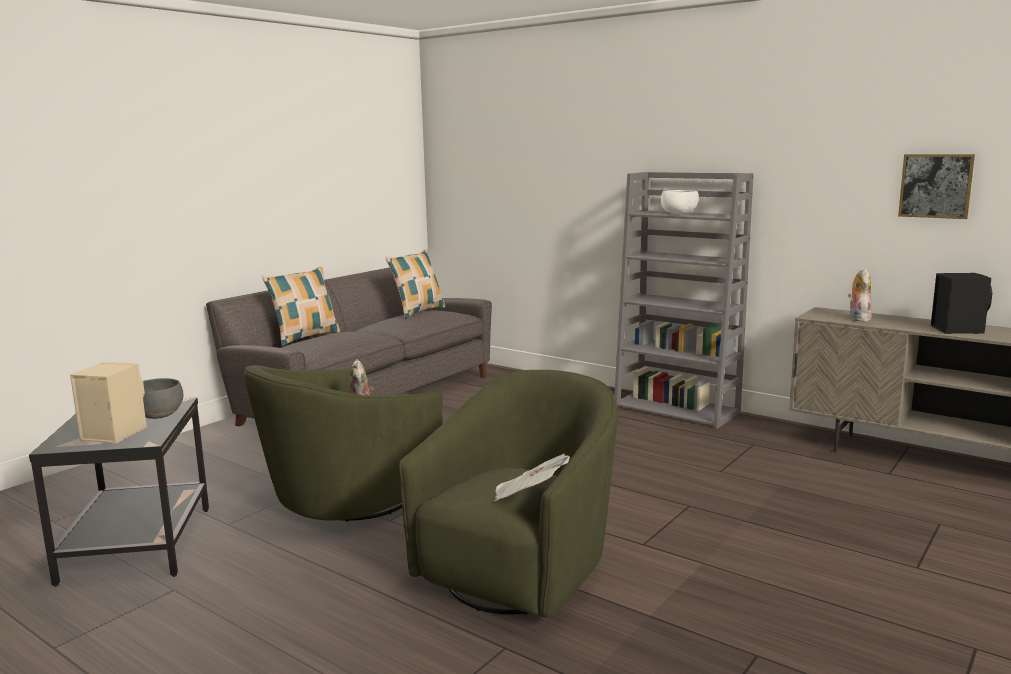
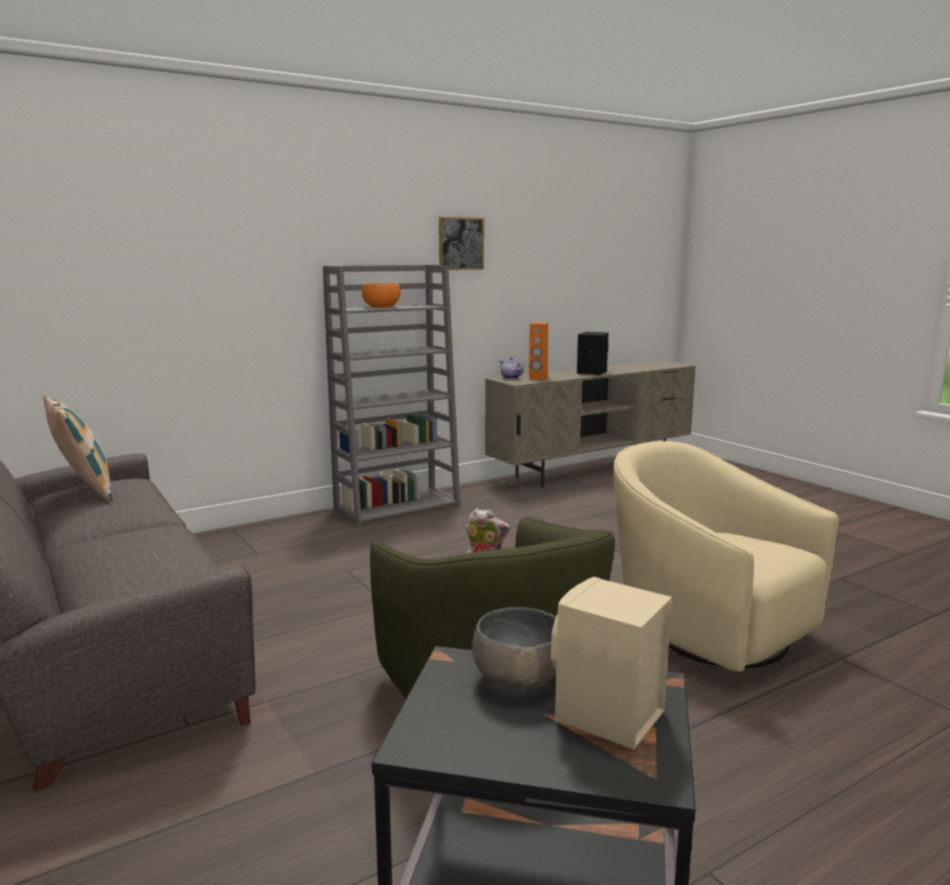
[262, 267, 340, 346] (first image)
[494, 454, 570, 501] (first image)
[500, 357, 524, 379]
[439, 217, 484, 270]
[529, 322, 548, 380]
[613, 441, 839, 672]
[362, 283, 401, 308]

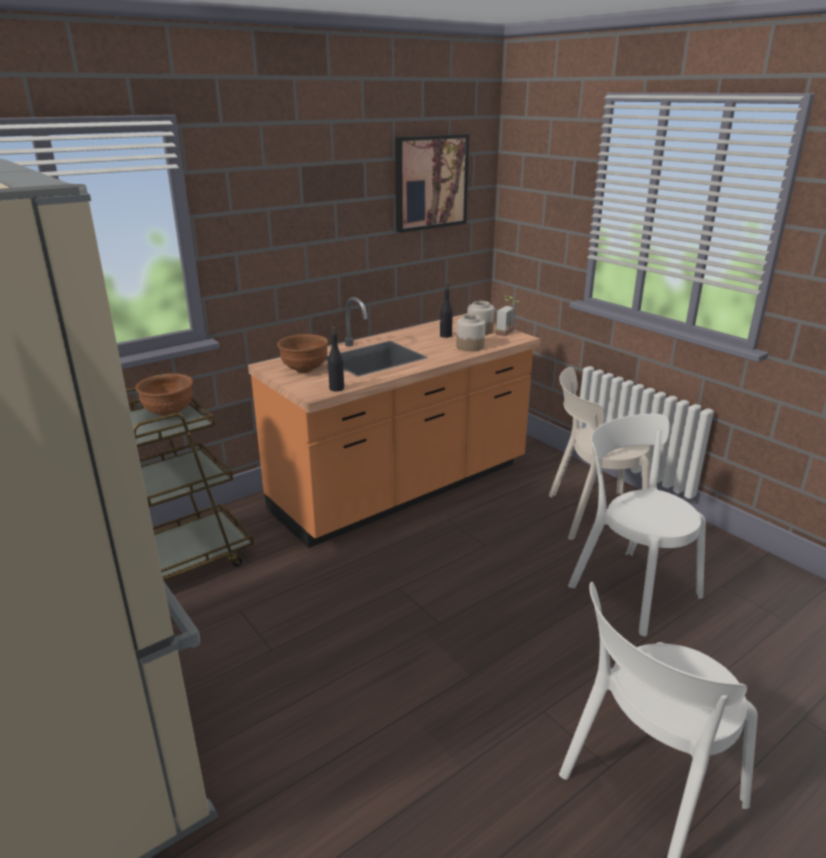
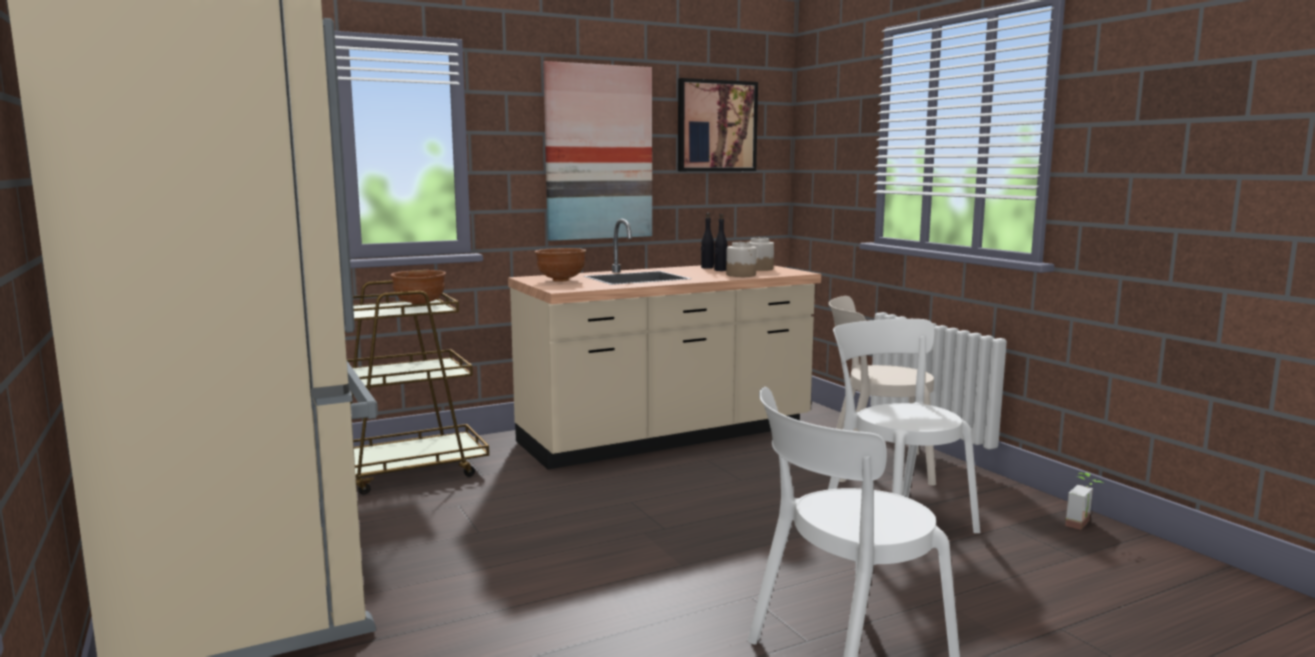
[543, 61, 652, 241]
[701, 213, 714, 269]
[1065, 473, 1103, 530]
[508, 219, 821, 469]

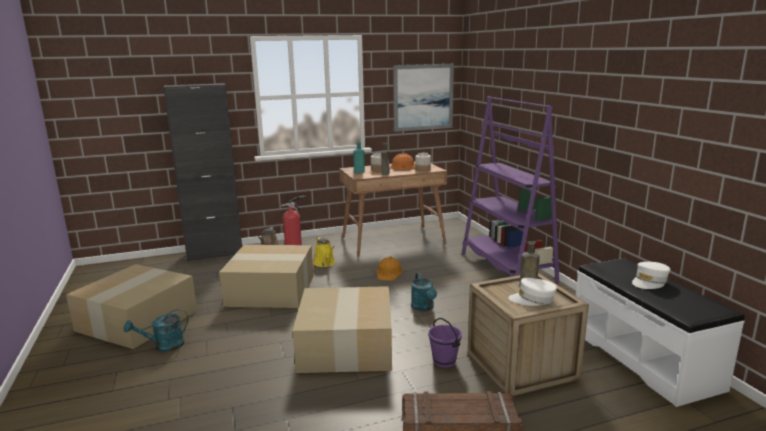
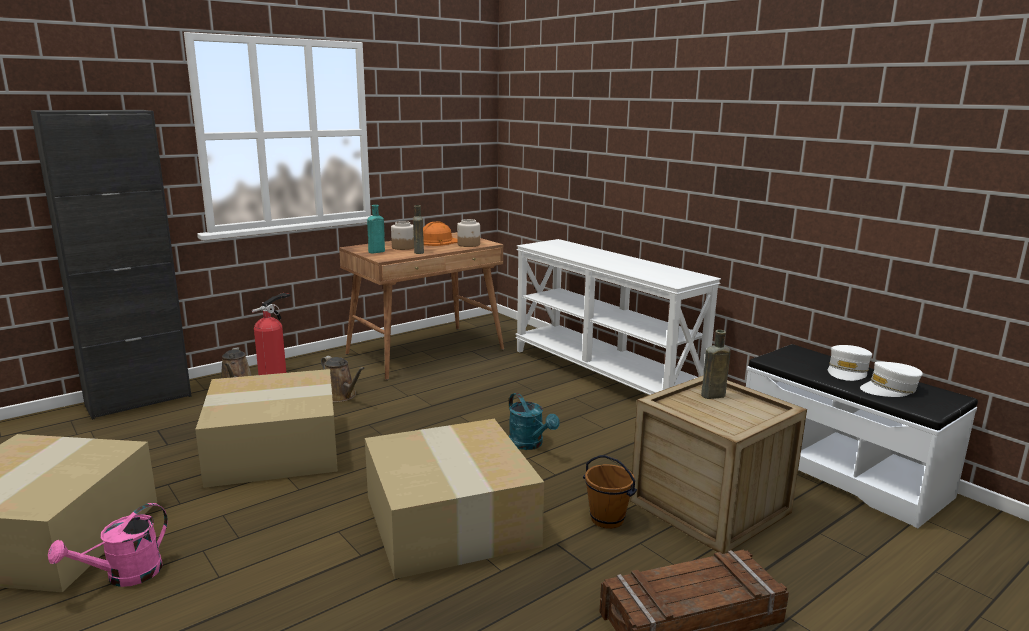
[376, 256, 403, 281] (first image)
[393, 64, 454, 132] (first image)
[860, 361, 923, 397]
[515, 239, 721, 395]
[48, 503, 168, 587]
[321, 356, 365, 402]
[583, 455, 637, 529]

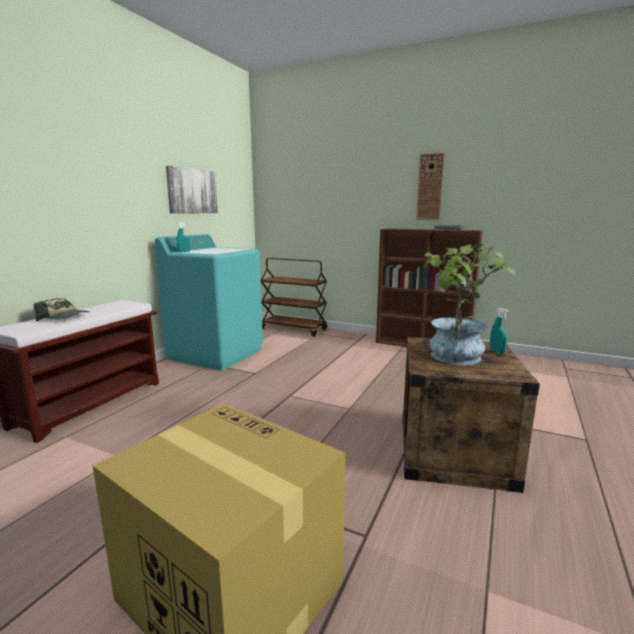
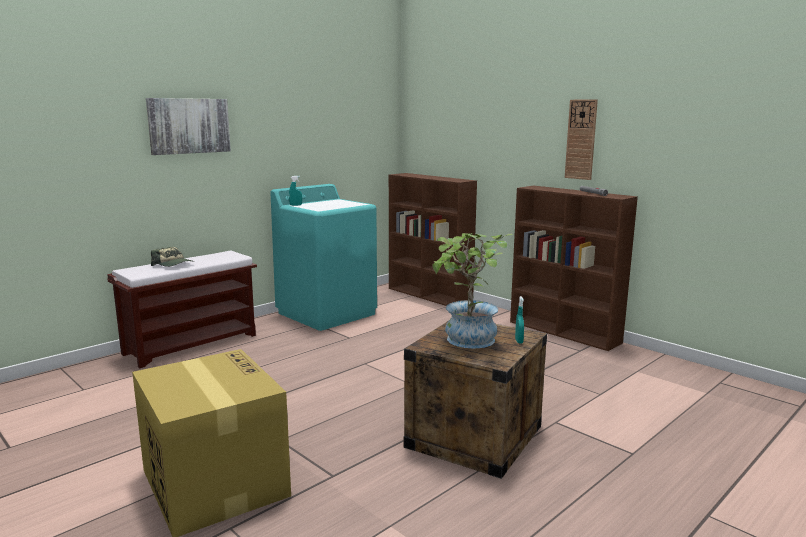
[146, 98, 231, 155]
[389, 173, 477, 306]

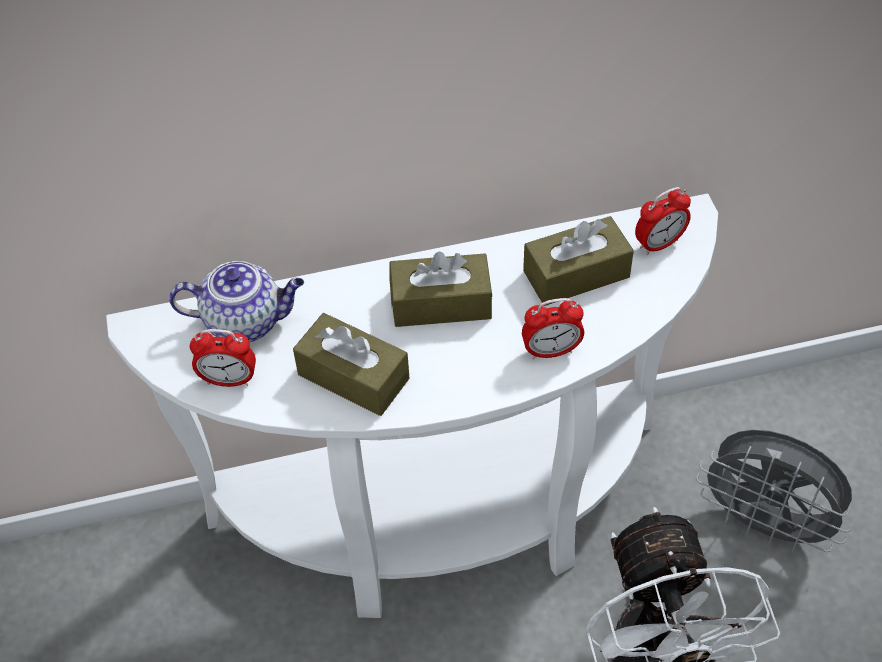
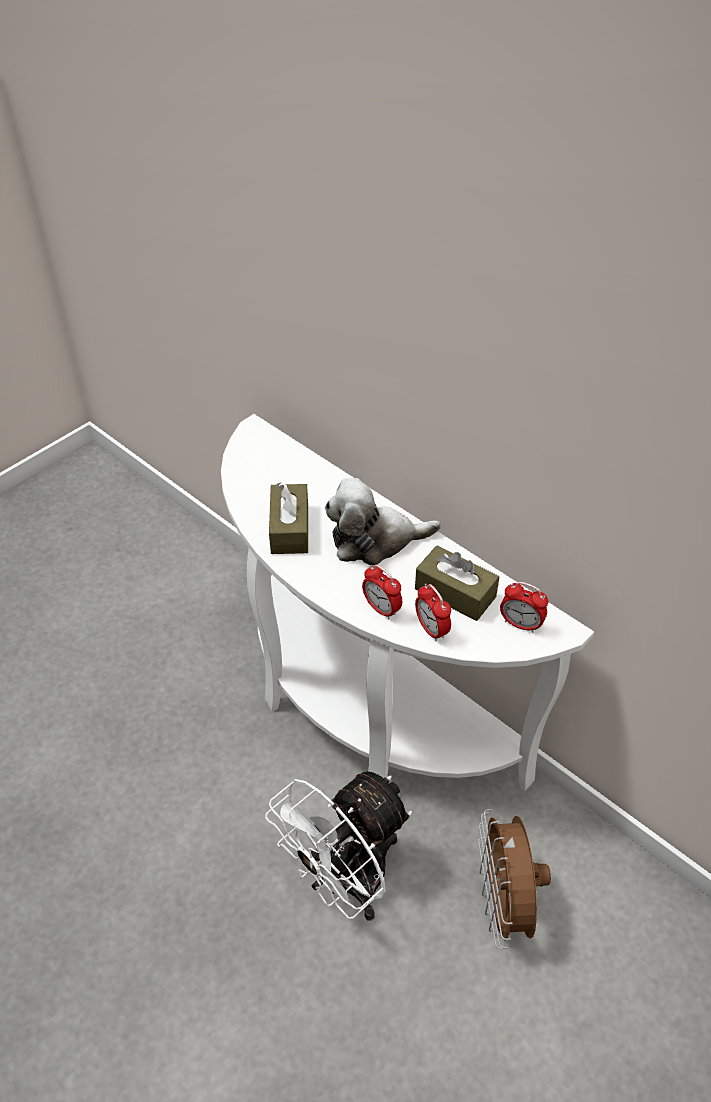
[169, 261, 304, 342] (first image)
[415, 584, 451, 641]
[325, 478, 441, 566]
[478, 809, 551, 949]

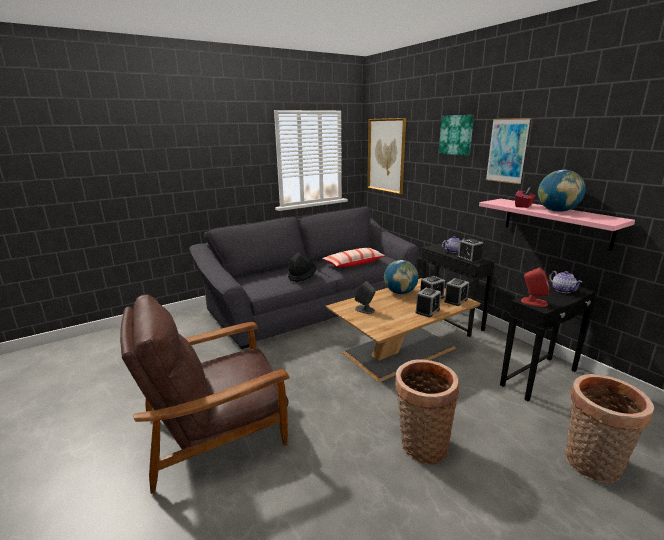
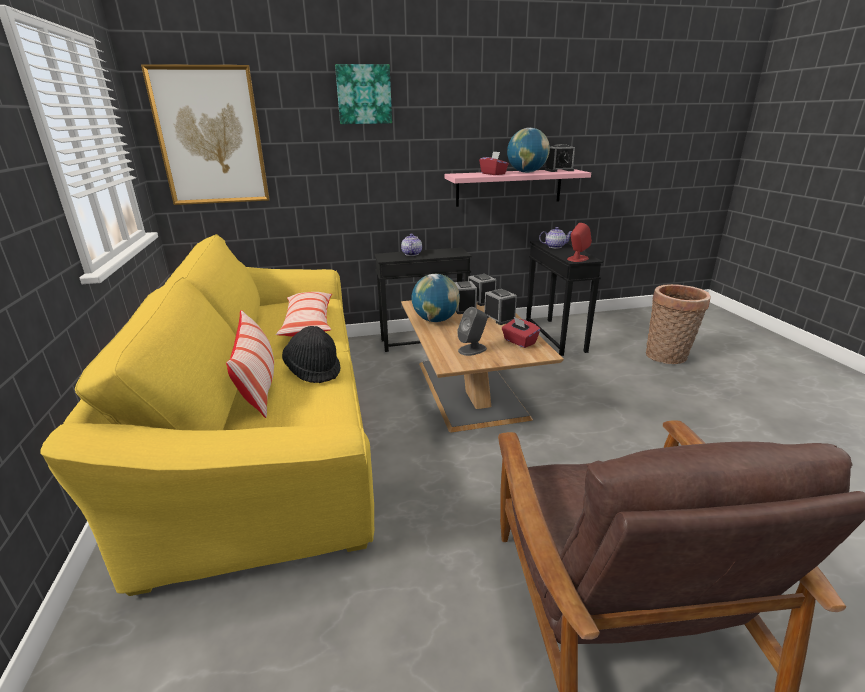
[395, 359, 459, 464] (first image)
[486, 118, 531, 184] (first image)
[226, 310, 274, 418]
[502, 317, 540, 348]
[545, 144, 575, 172]
[41, 234, 374, 596]

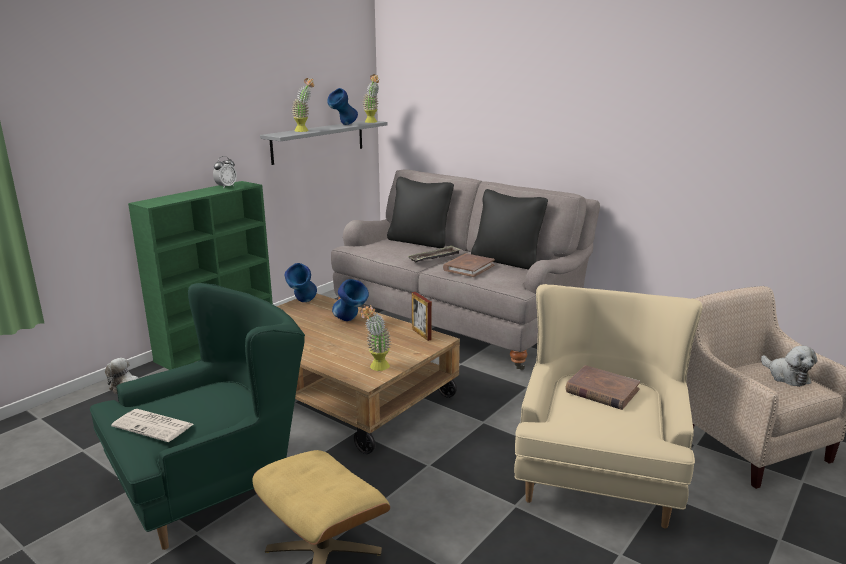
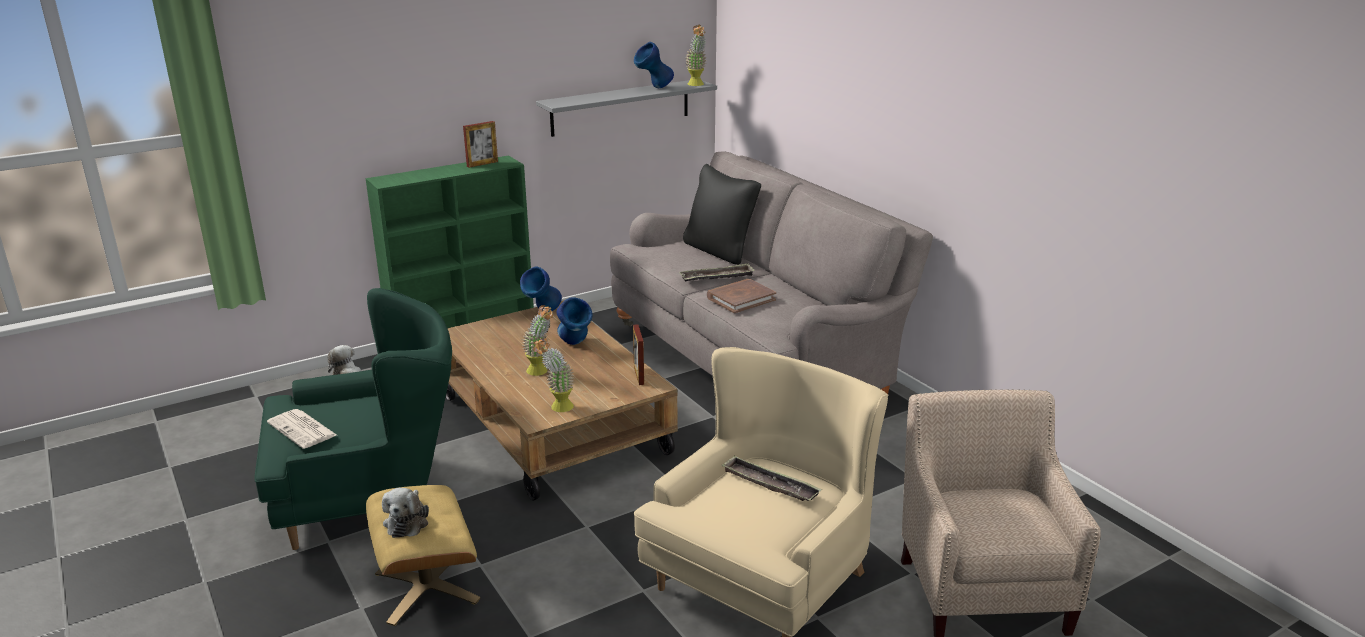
[471, 189, 548, 270] (first image)
[522, 305, 553, 376]
[382, 488, 429, 538]
[463, 121, 498, 168]
[721, 455, 822, 501]

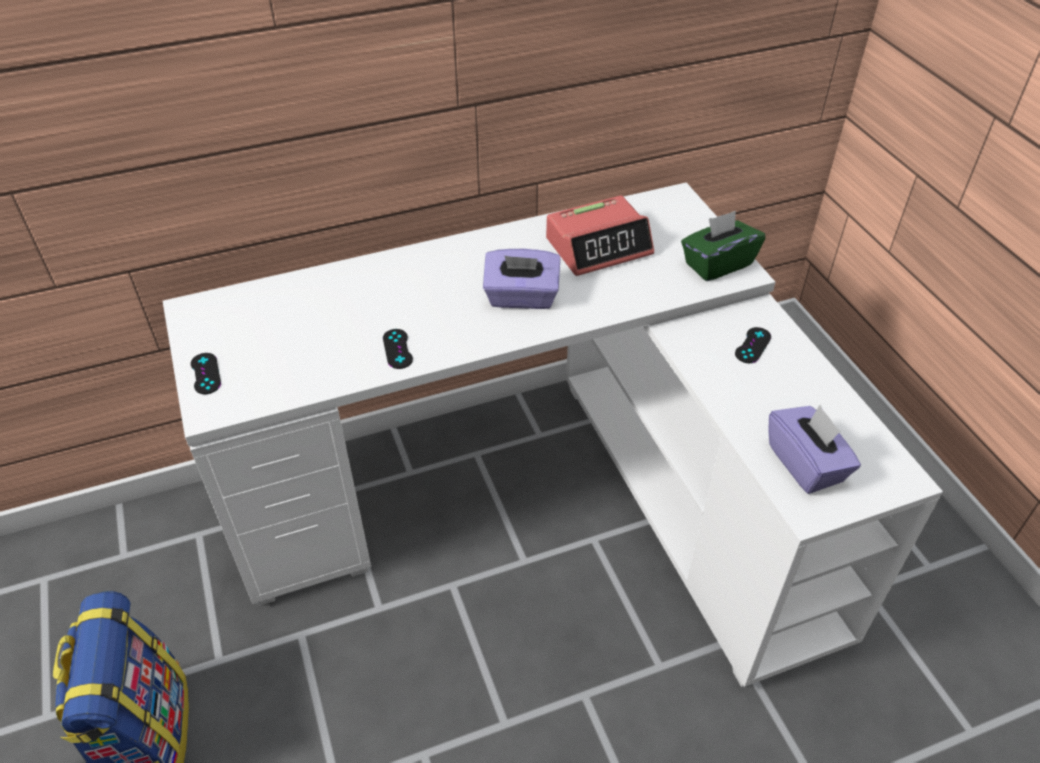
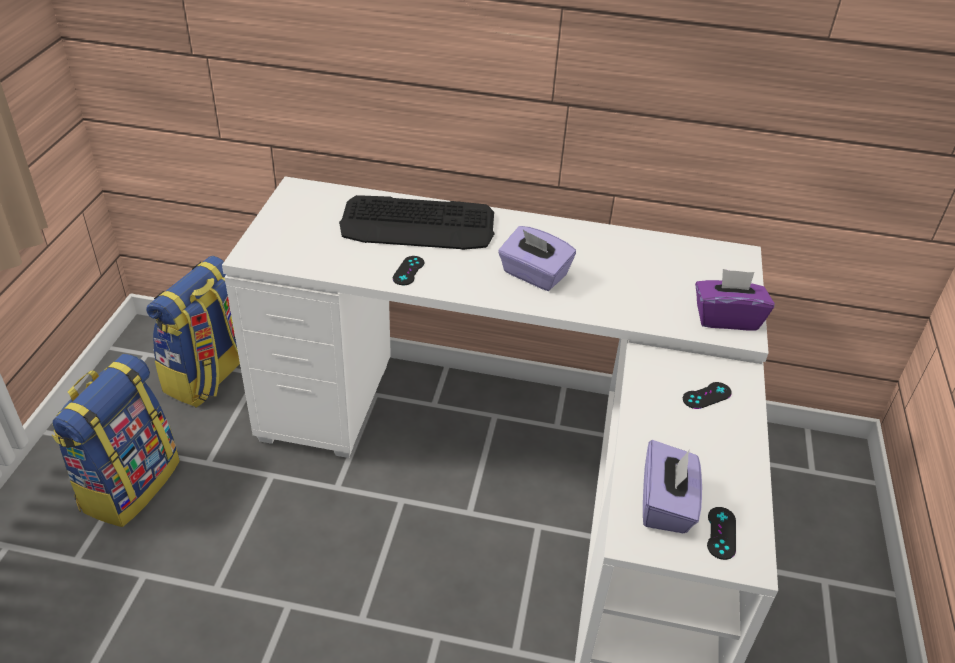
[546, 195, 654, 276] (first image)
[146, 256, 240, 407]
[339, 195, 494, 250]
[707, 507, 736, 560]
[695, 269, 775, 331]

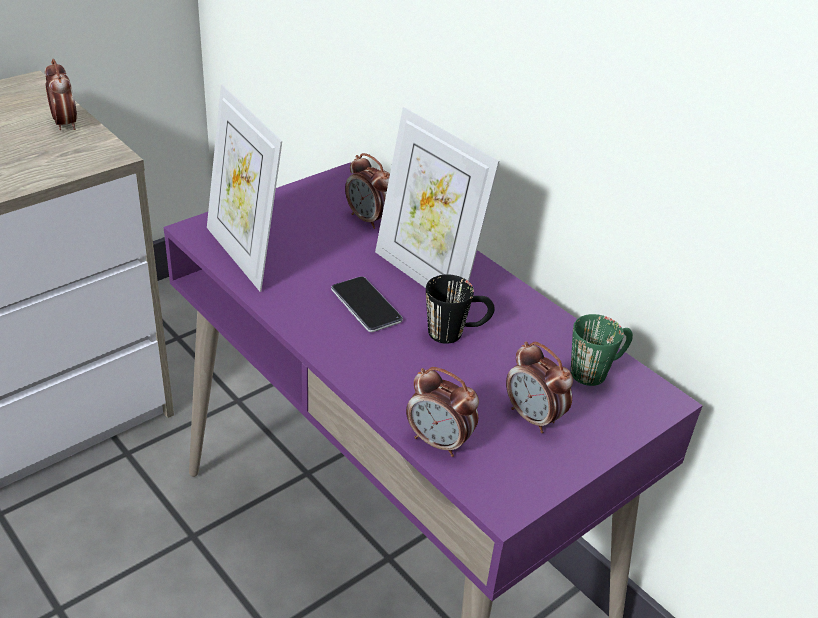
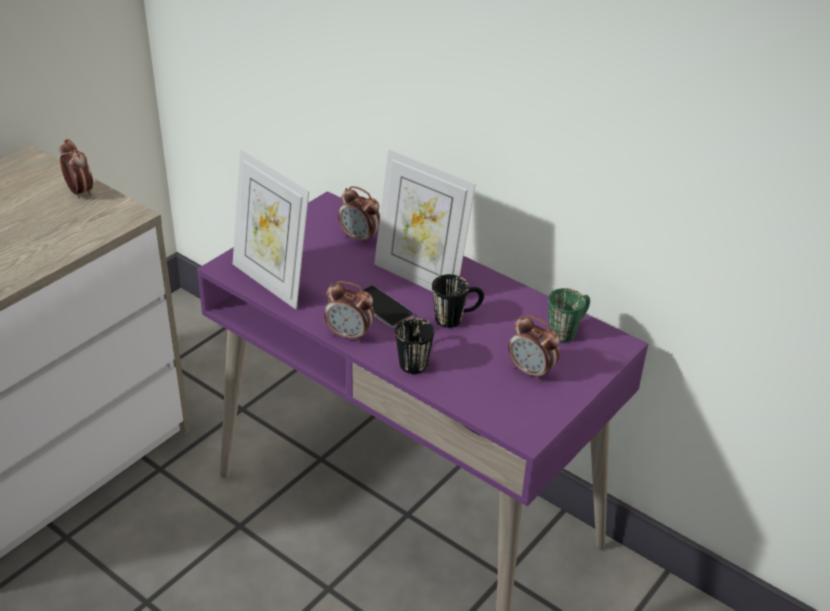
[395, 317, 434, 374]
[324, 281, 374, 343]

